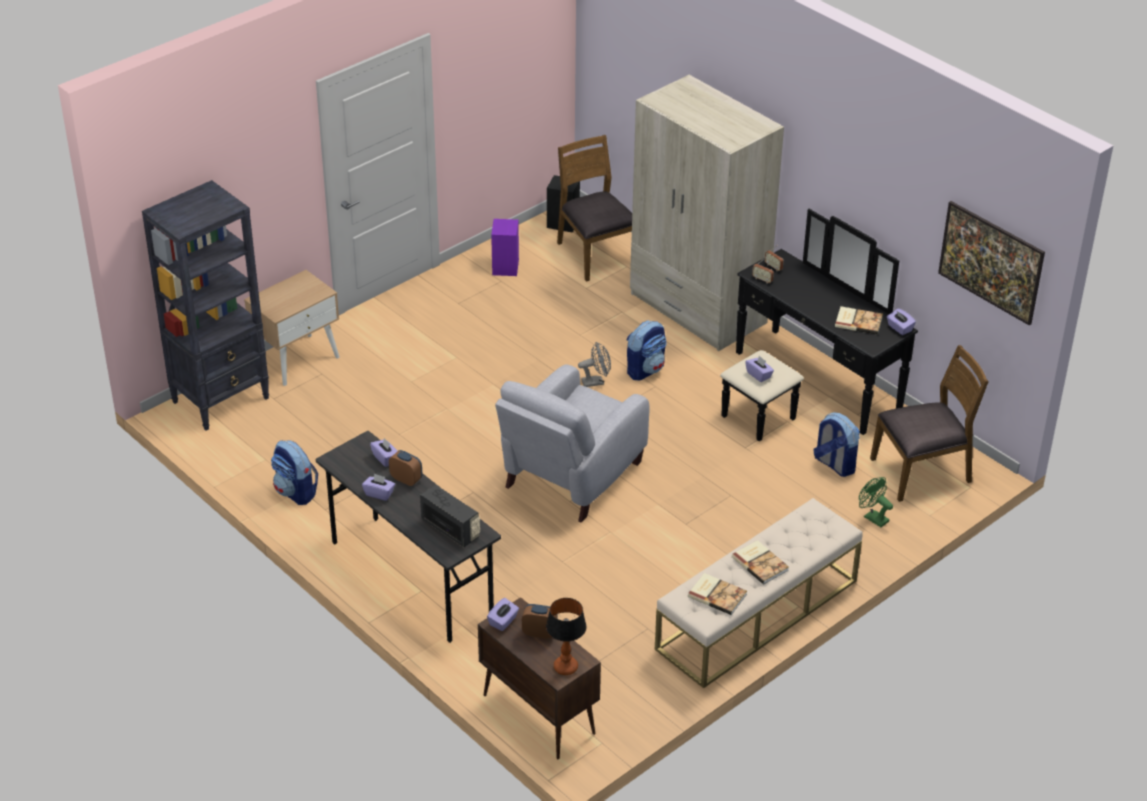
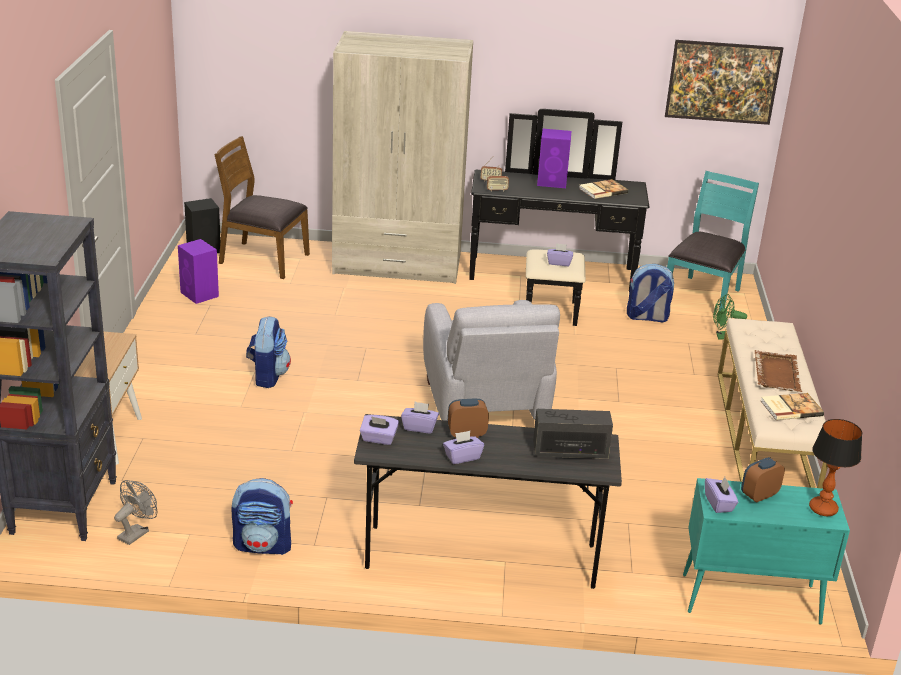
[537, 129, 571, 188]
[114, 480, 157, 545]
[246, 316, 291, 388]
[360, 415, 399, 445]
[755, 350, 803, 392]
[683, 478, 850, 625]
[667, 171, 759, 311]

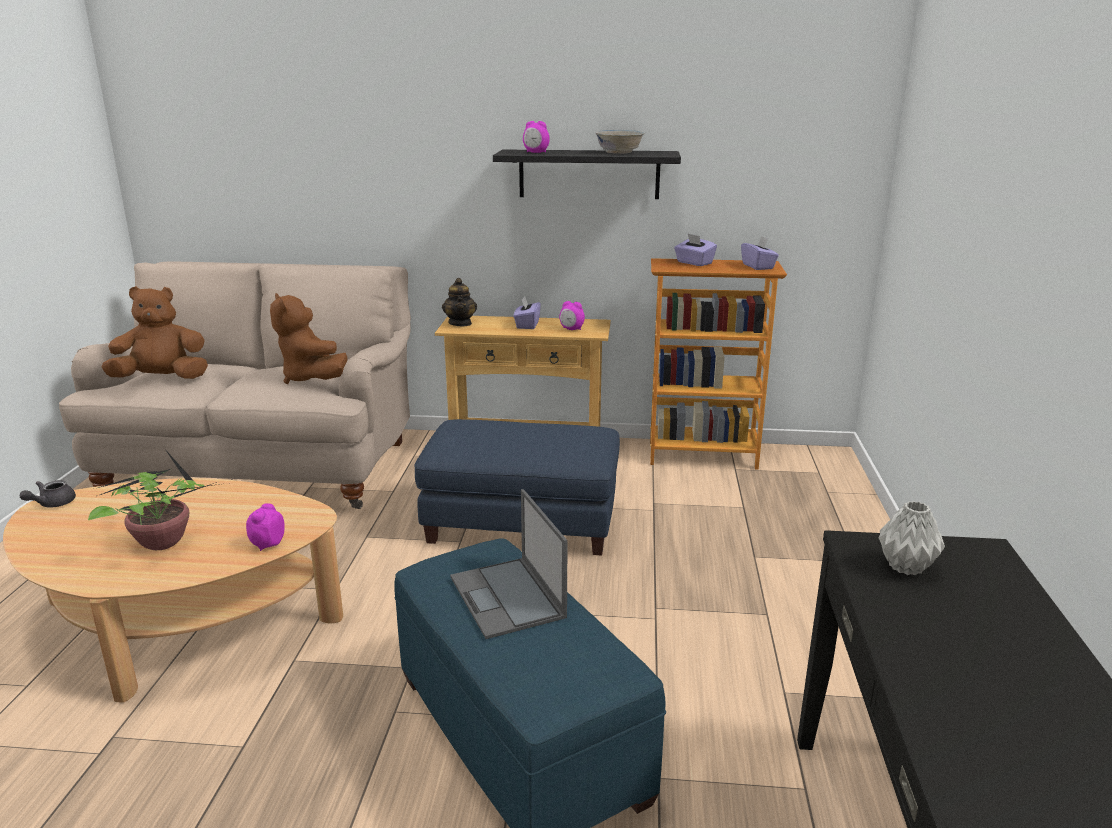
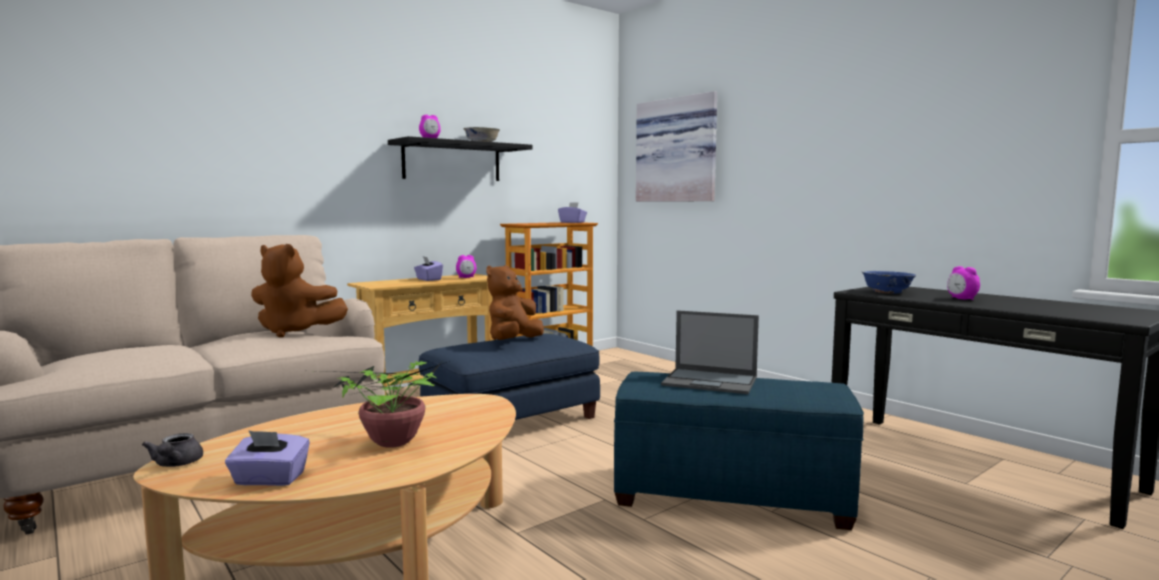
[442, 278, 477, 326] (first image)
[636, 91, 717, 201]
[486, 265, 544, 340]
[947, 266, 980, 300]
[225, 431, 310, 486]
[862, 271, 916, 294]

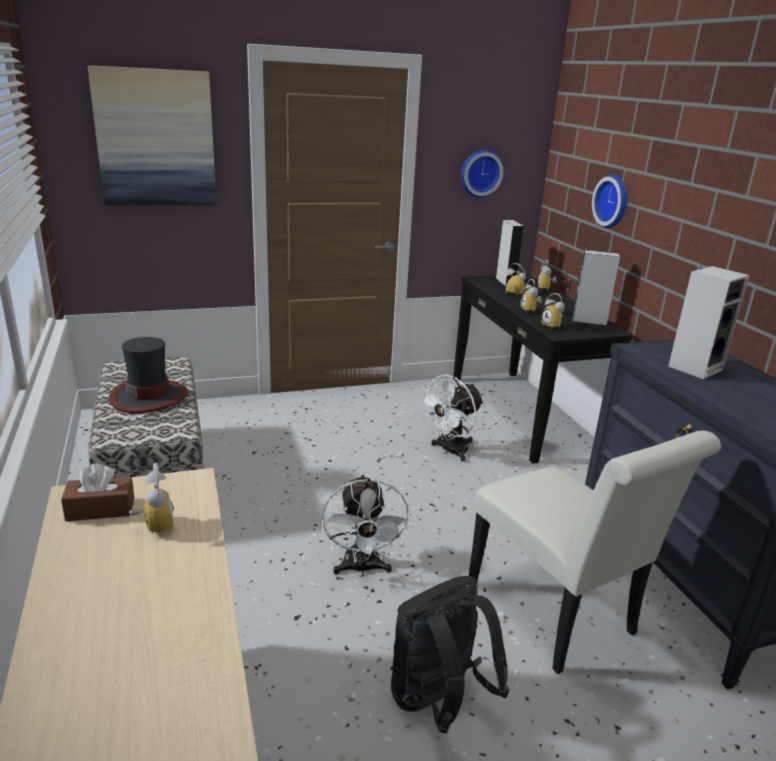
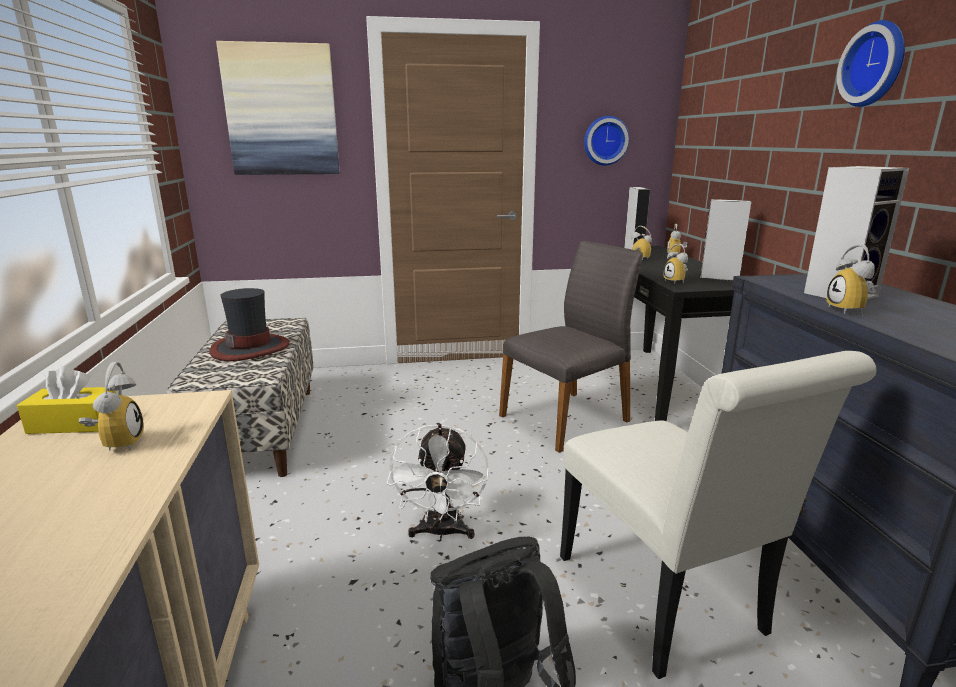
[826, 244, 876, 315]
[837, 20, 905, 107]
[499, 241, 643, 453]
[17, 366, 116, 434]

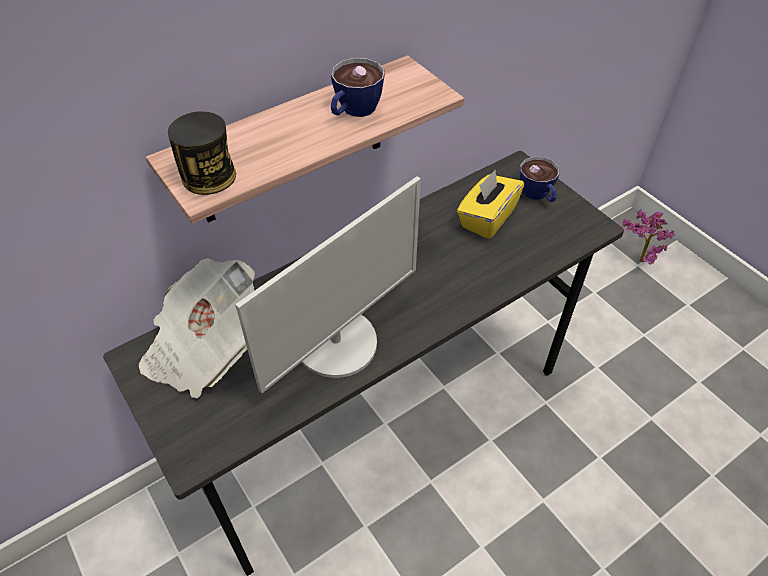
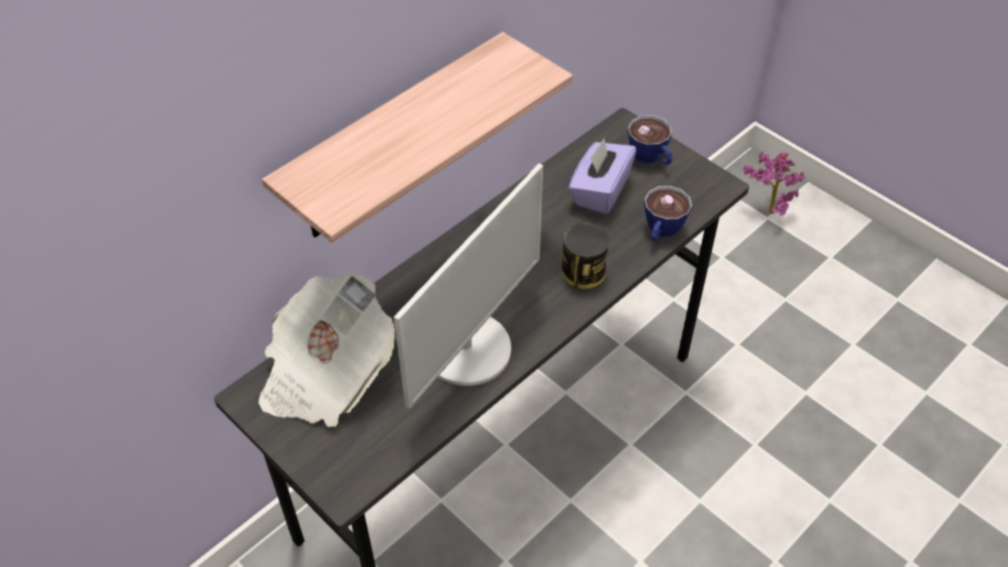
[562, 223, 610, 289]
[644, 186, 692, 241]
[569, 138, 637, 215]

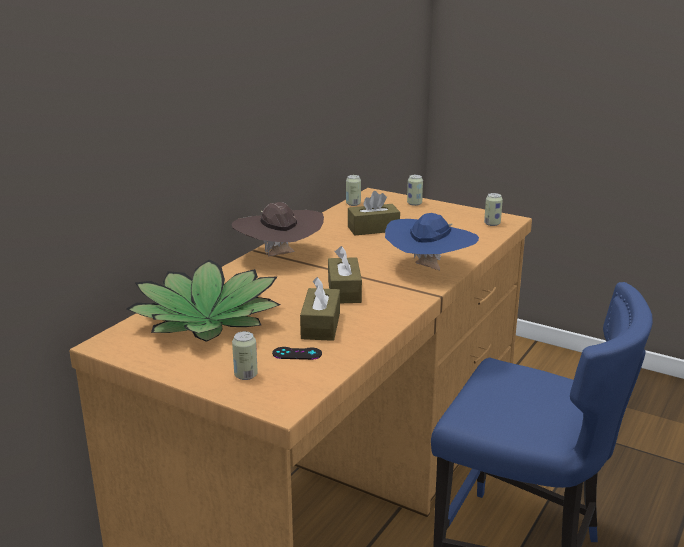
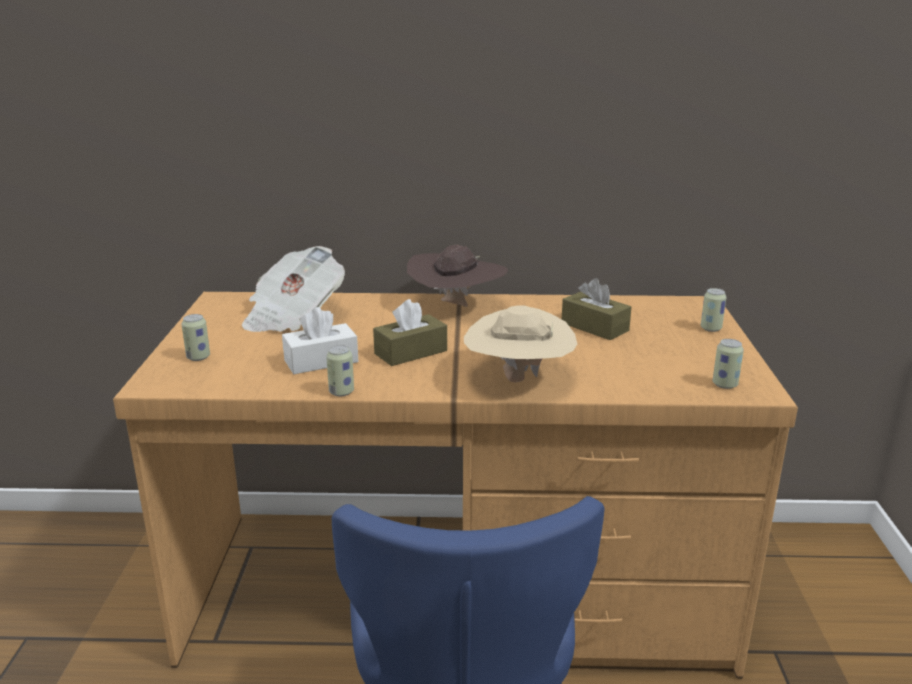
[272, 347, 322, 360] (first image)
[326, 345, 354, 396]
[242, 246, 345, 332]
[282, 307, 358, 374]
[464, 305, 577, 382]

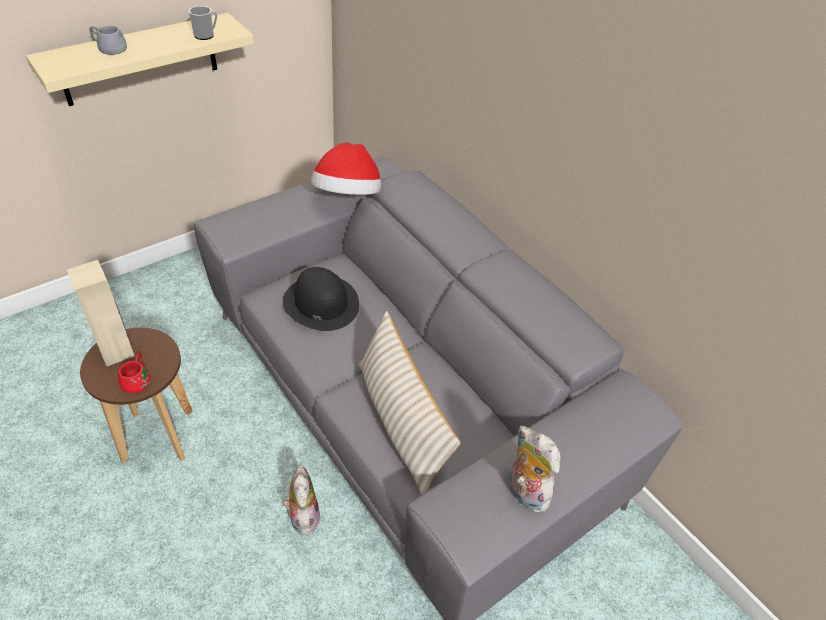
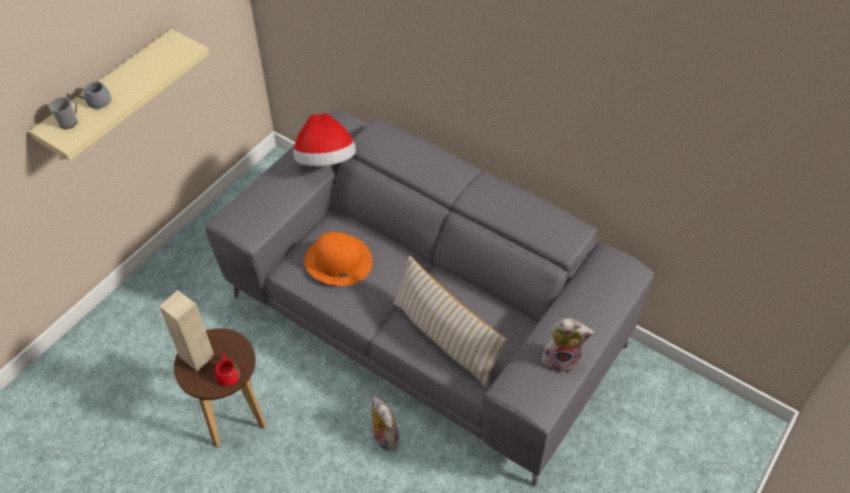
[49, 97, 78, 129]
[305, 232, 373, 286]
[541, 318, 594, 373]

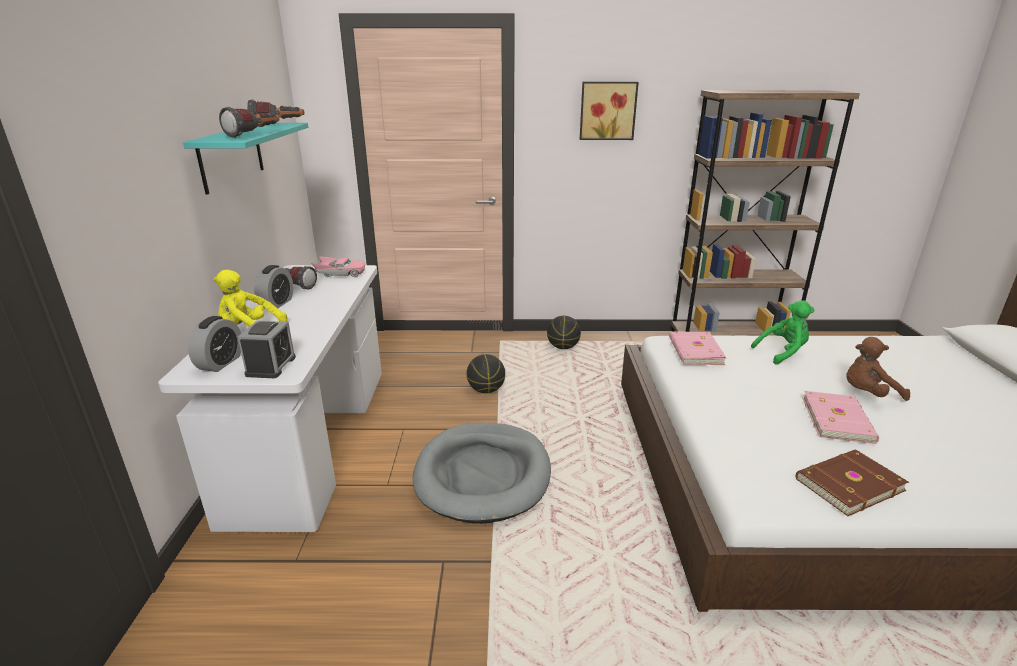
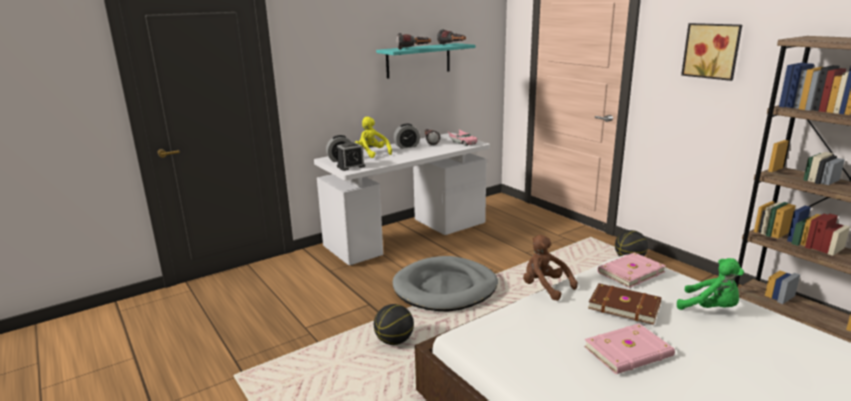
[374, 304, 414, 345]
[588, 283, 661, 325]
[523, 235, 578, 301]

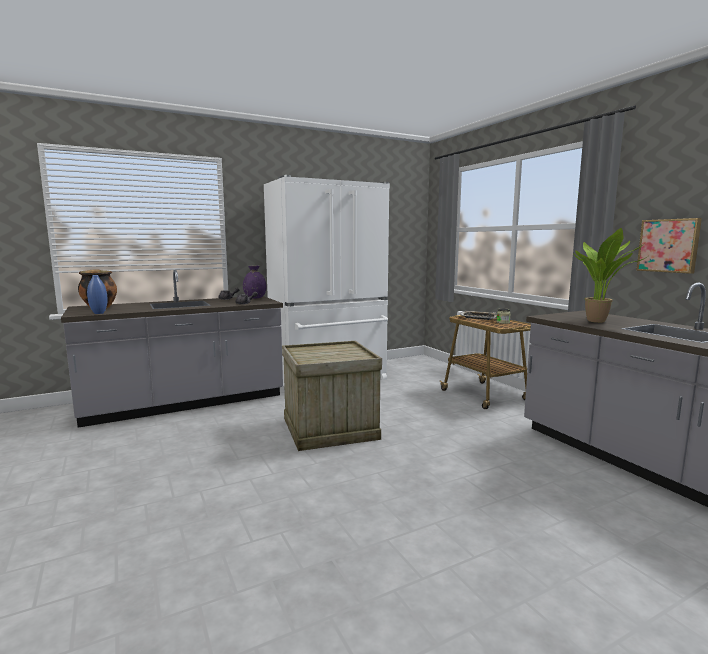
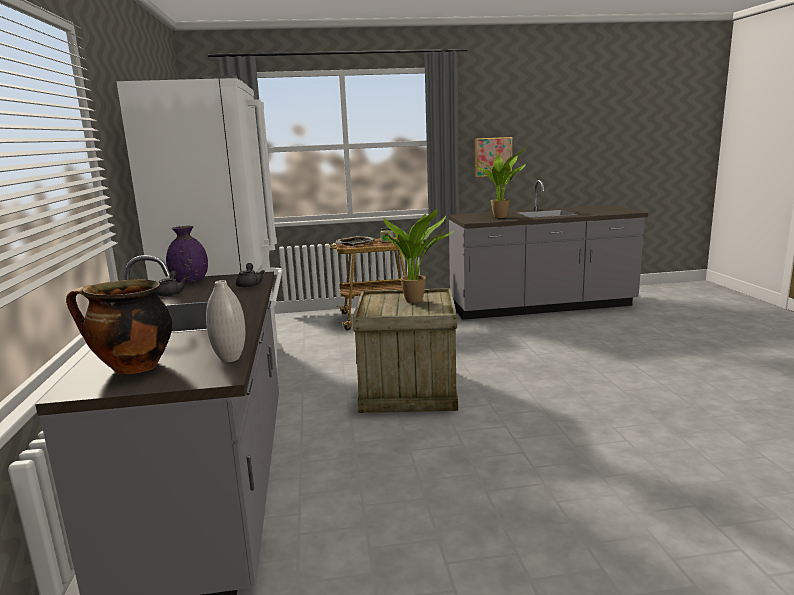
[384, 209, 454, 303]
[206, 280, 245, 362]

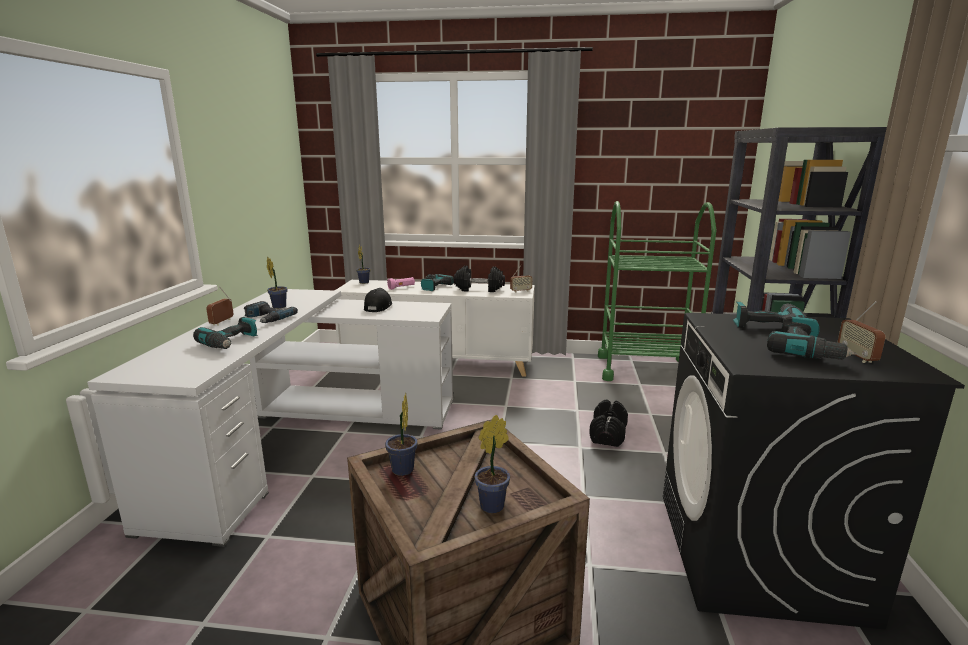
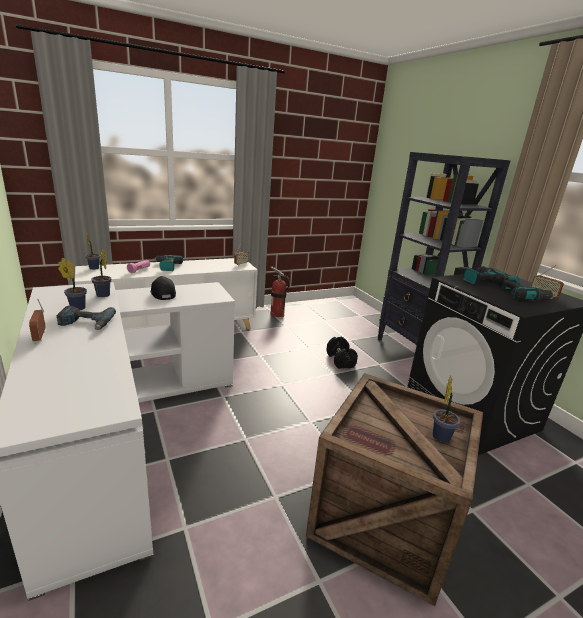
[193, 317, 258, 349] (first image)
[454, 266, 505, 292] (first image)
[598, 201, 717, 381] (first image)
[270, 267, 290, 317]
[91, 249, 111, 297]

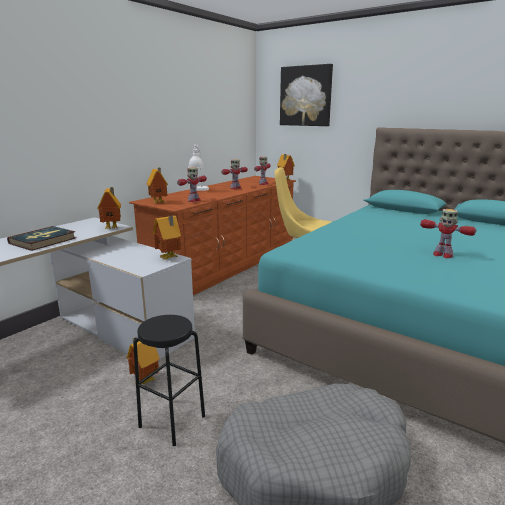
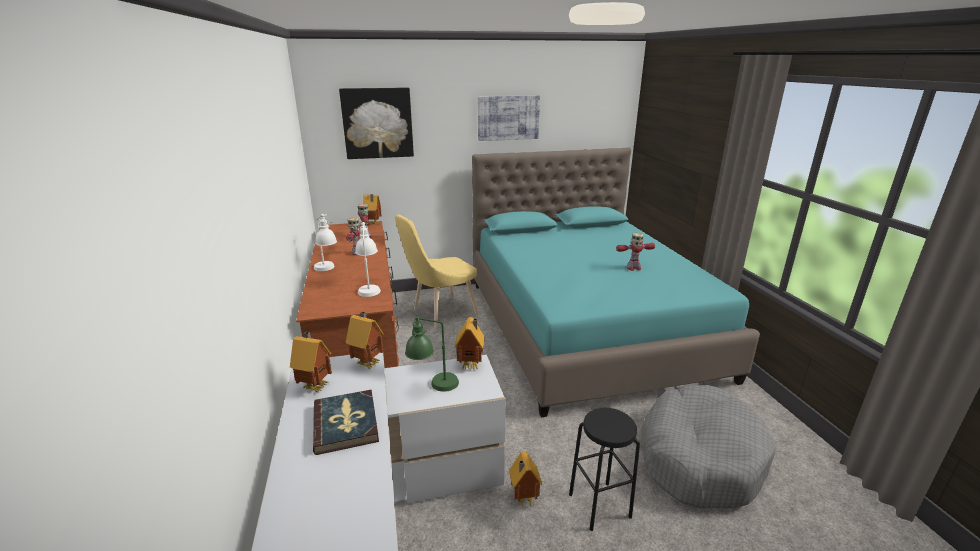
[405, 316, 459, 392]
[478, 95, 540, 141]
[290, 332, 332, 392]
[355, 222, 381, 297]

